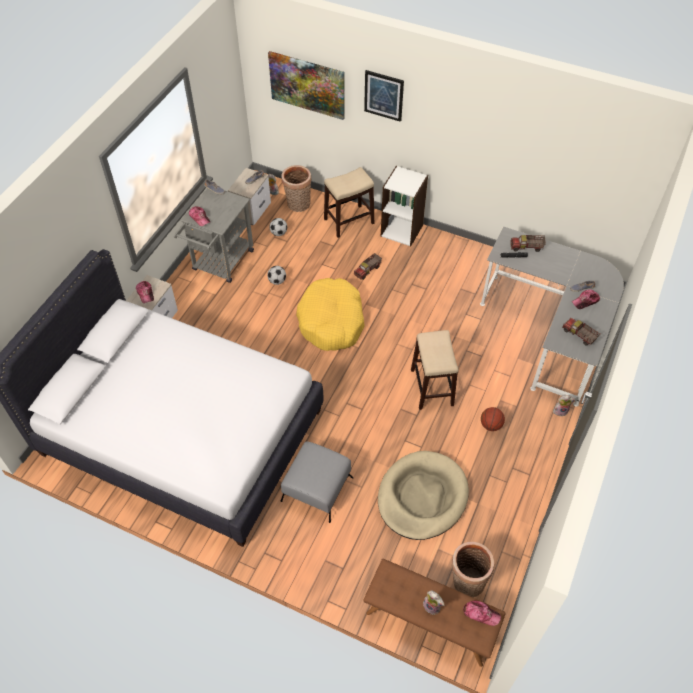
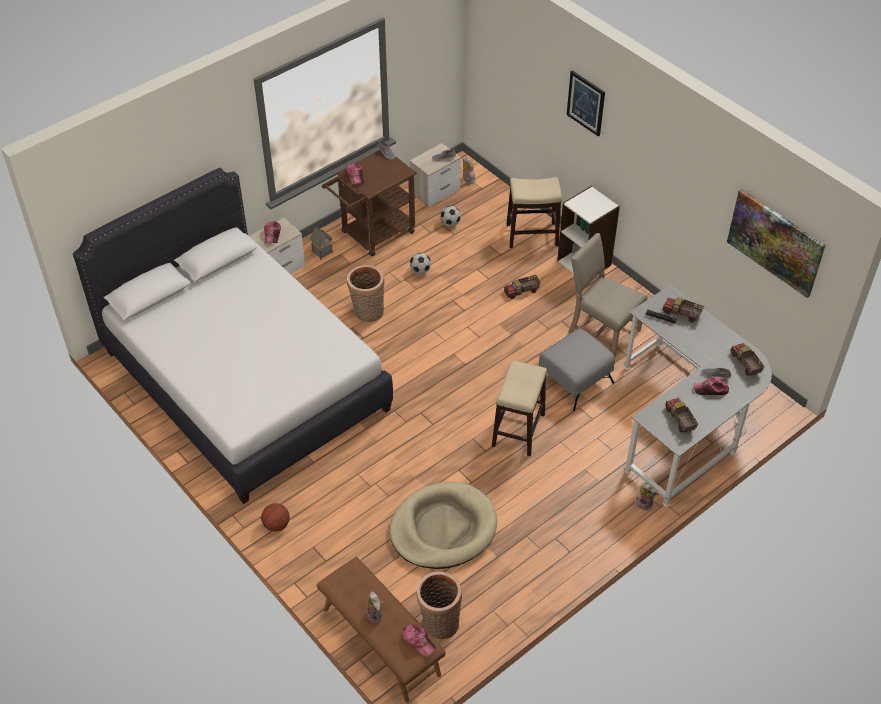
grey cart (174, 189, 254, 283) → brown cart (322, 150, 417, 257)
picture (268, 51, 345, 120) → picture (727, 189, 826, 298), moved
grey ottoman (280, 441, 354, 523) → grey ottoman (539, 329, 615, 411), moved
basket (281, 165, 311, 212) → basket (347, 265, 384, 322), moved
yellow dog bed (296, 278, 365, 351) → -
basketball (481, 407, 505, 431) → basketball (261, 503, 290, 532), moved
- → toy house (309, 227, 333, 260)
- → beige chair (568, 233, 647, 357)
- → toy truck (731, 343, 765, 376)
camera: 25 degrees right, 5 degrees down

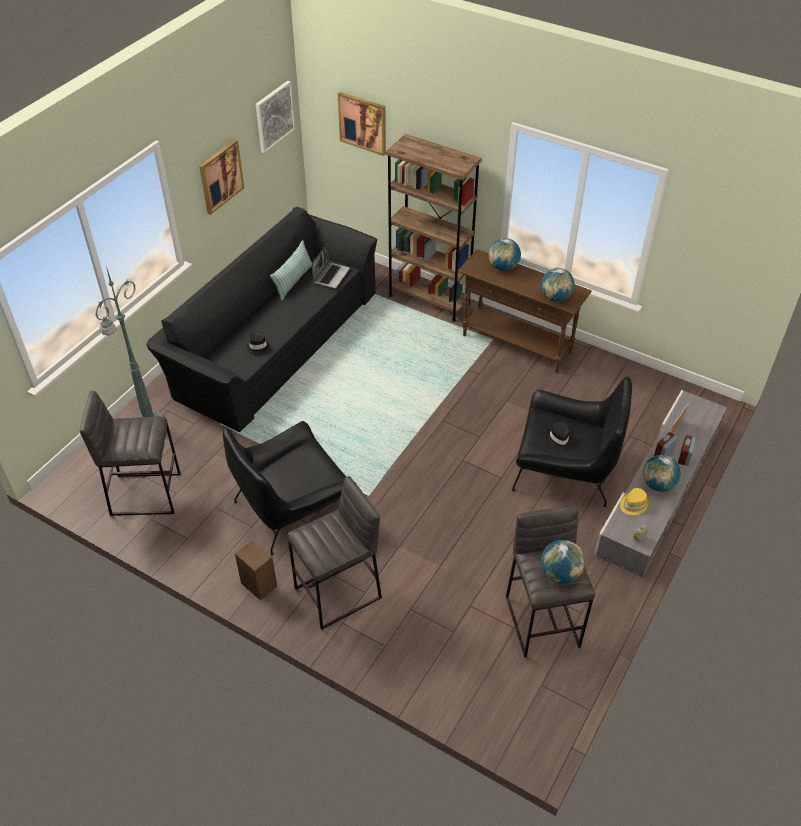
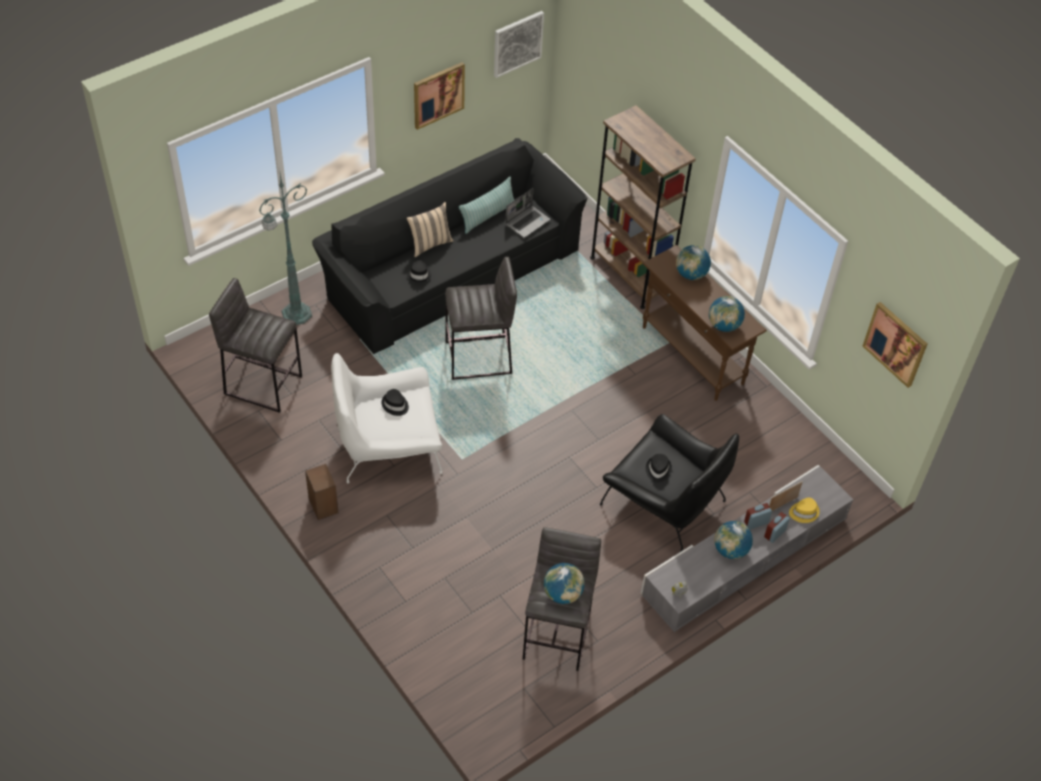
black armchair (223, 421, 357, 555) → white armchair (331, 353, 442, 483)
grey stool (288, 476, 382, 630) → grey stool (445, 257, 517, 380), moved
picture (338, 92, 386, 156) → picture (863, 302, 927, 388), moved
yellow hat (620, 488, 650, 515) → yellow hat (789, 498, 820, 523), moved
- → black hat (381, 389, 409, 416)
- → beige pillow (406, 202, 454, 257)
camera: 20 degrees right, 5 degrees up

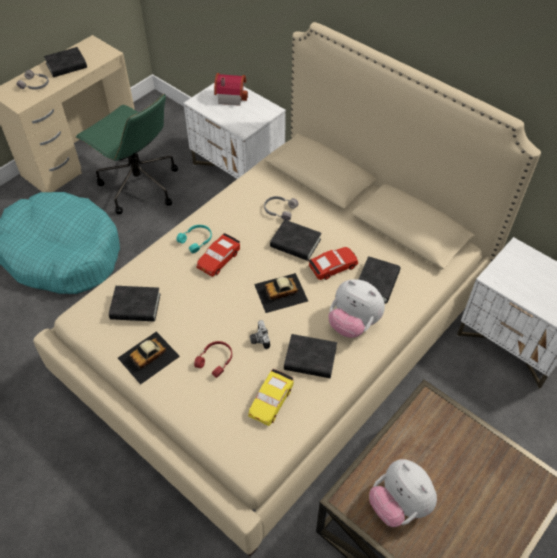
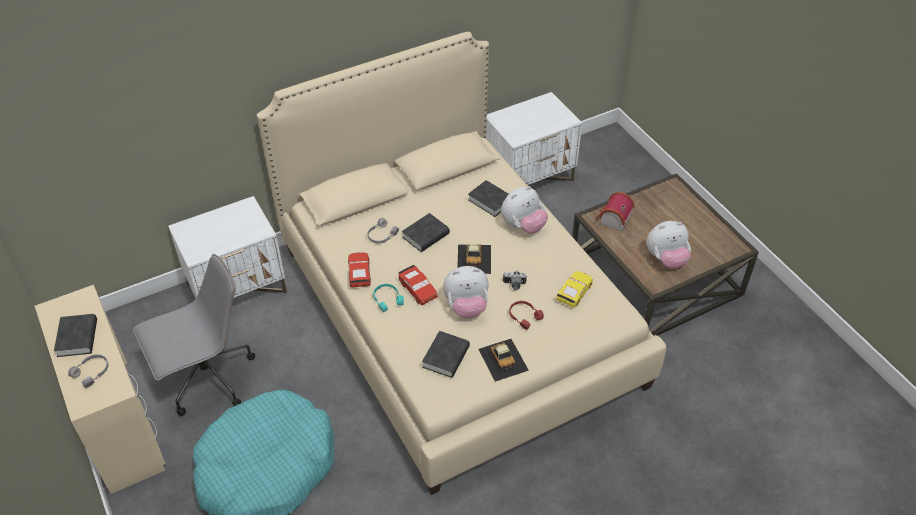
green office chair (76, 93, 178, 214) → grey office chair (133, 254, 255, 416)
toy house (214, 73, 248, 106) → toy house (596, 192, 635, 232), moved
yellow toy car (248, 369, 294, 426) → yellow toy car (556, 271, 593, 308), 105 degrees counterclockwise
black book (284, 334, 337, 378) → -
red toy car (309, 247, 358, 280) → red toy car (348, 252, 371, 288), moved
- → plush toy (443, 266, 489, 318)
camera: 70 degrees left, 5 degrees down

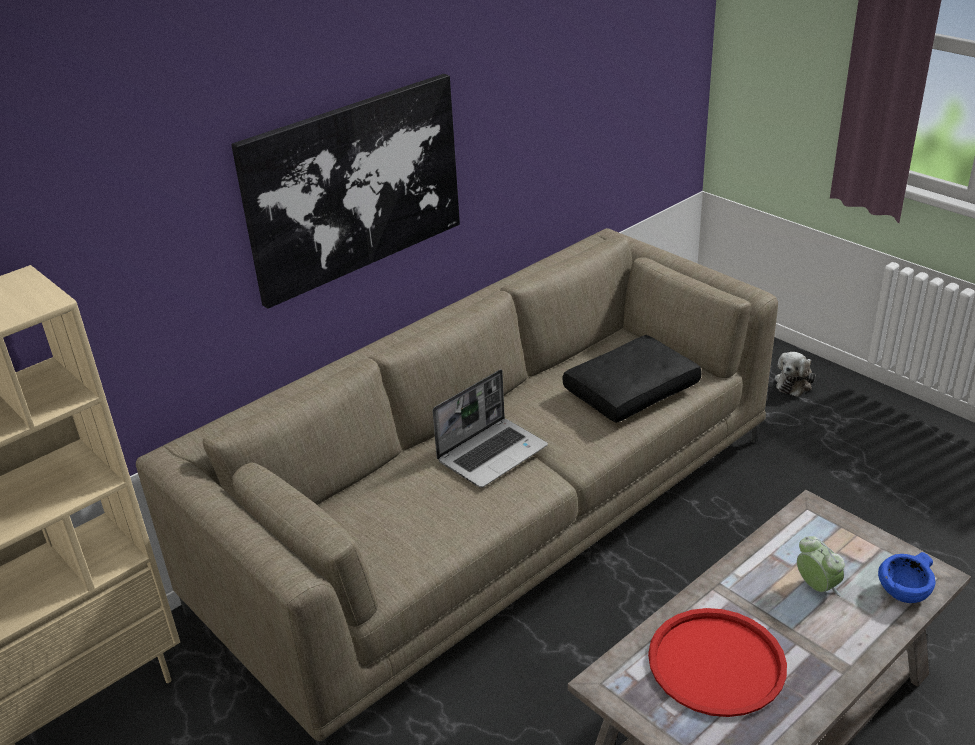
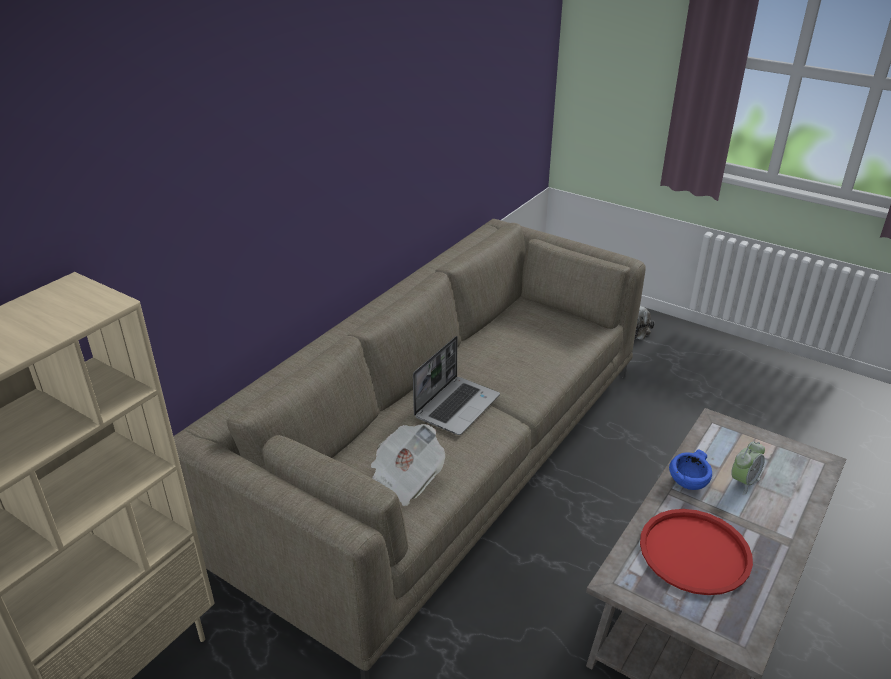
picture (231, 74, 460, 309) → -
black pillow (563, 335, 702, 423) → -
alarm clock (797, 536, 845, 596) → alarm clock (731, 441, 765, 495), 90 degrees clockwise
blue bowl (878, 552, 935, 603) → blue bowl (669, 450, 712, 490), moved
- → newspaper (371, 424, 445, 506)
camera: 15 degrees left, 0 degrees up

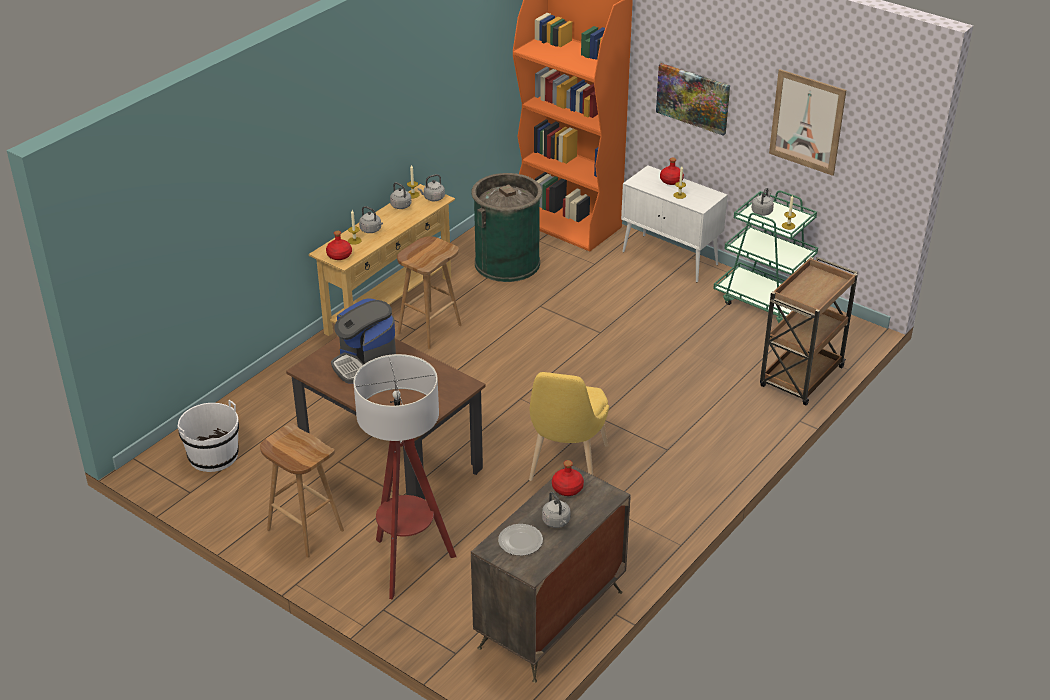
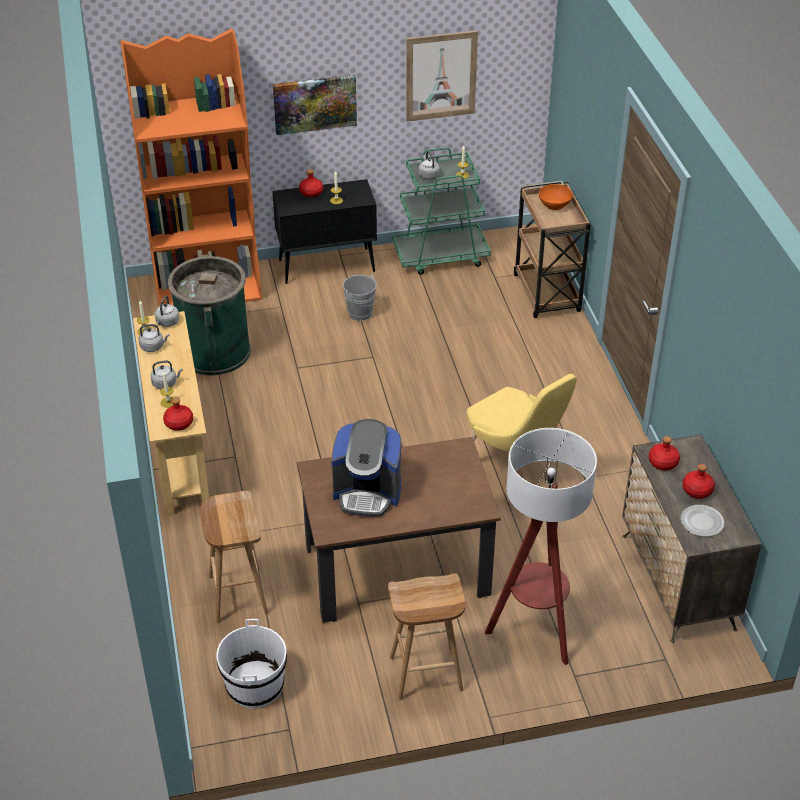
brown stool (397, 236, 462, 349) → brown stool (200, 491, 268, 623), moved
grey kettle (542, 492, 571, 528) → red bottle (682, 464, 715, 499)
white cabinet (621, 165, 728, 282) → black cabinet (272, 179, 377, 284)
- → grey bucket (343, 274, 382, 321)
- → orange bowl (539, 184, 573, 210)
camera: 50 degrees left, 5 degrees up

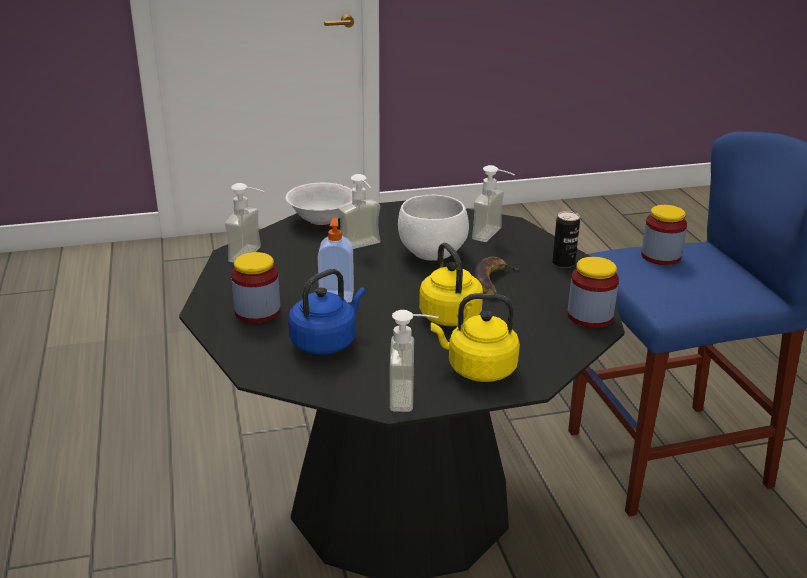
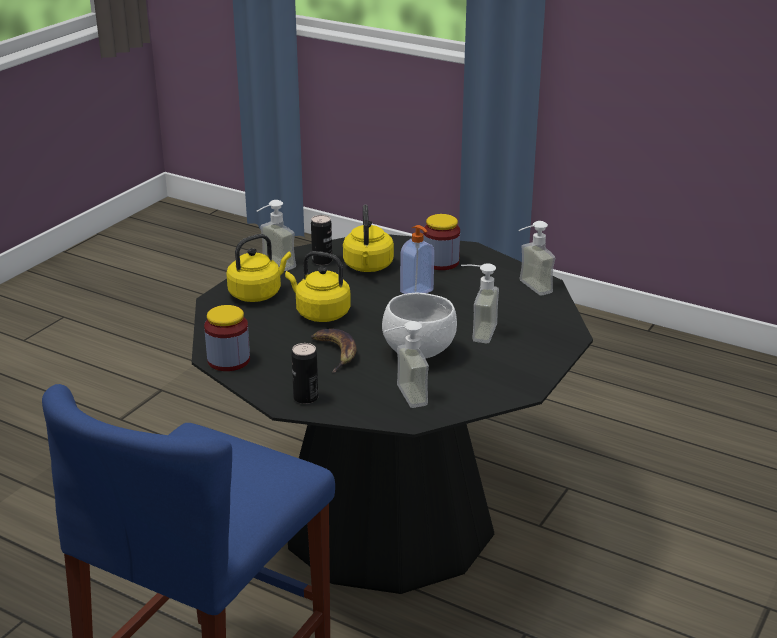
white bowl (286, 183, 352, 225) → -
blue kettle (288, 269, 365, 355) → yellow kettle (343, 205, 394, 272)
jar (641, 205, 687, 265) → -
- → can (311, 215, 332, 265)
camera: 135 degrees right, 0 degrees up

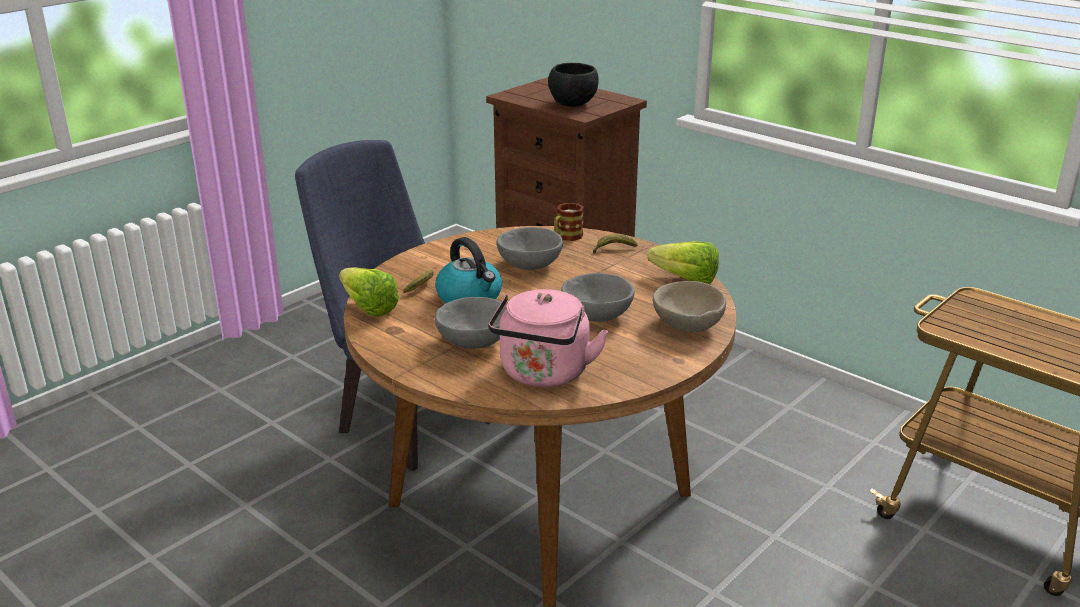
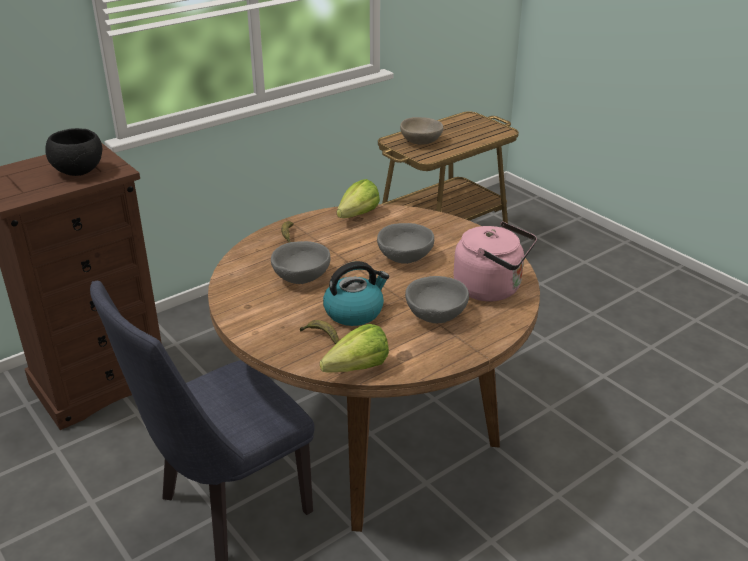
mug (554, 203, 584, 241) → -
beige bowl (653, 281, 726, 332) → beige bowl (400, 117, 443, 145), moved
camera: 80 degrees left, 5 degrees up

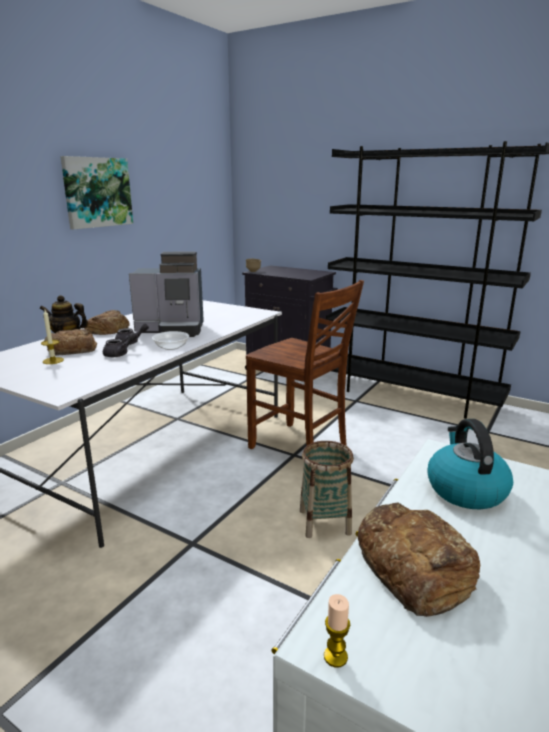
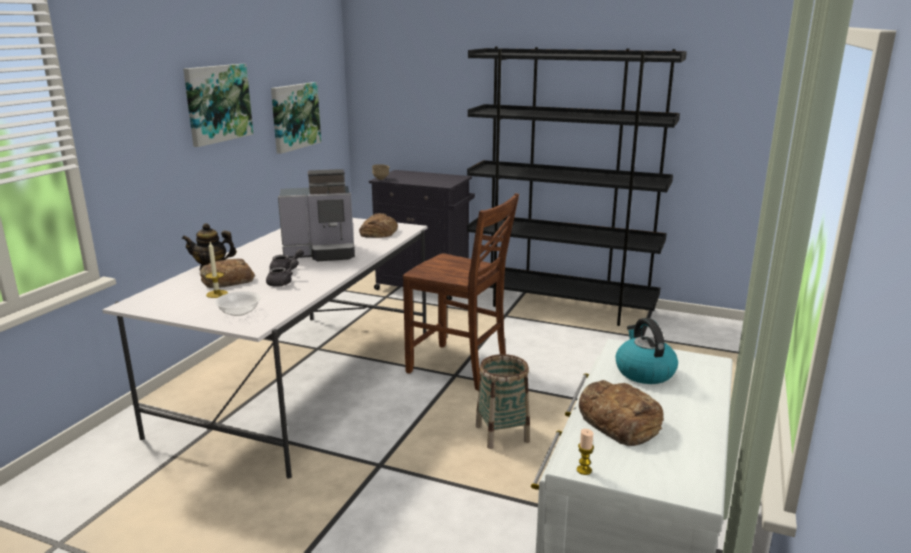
bread (84, 310, 130, 335) → bread (359, 213, 398, 238), moved
bowl (152, 331, 189, 350) → bowl (215, 291, 261, 316), moved
- → picture (271, 82, 321, 154)
camera: 10 degrees left, 0 degrees up

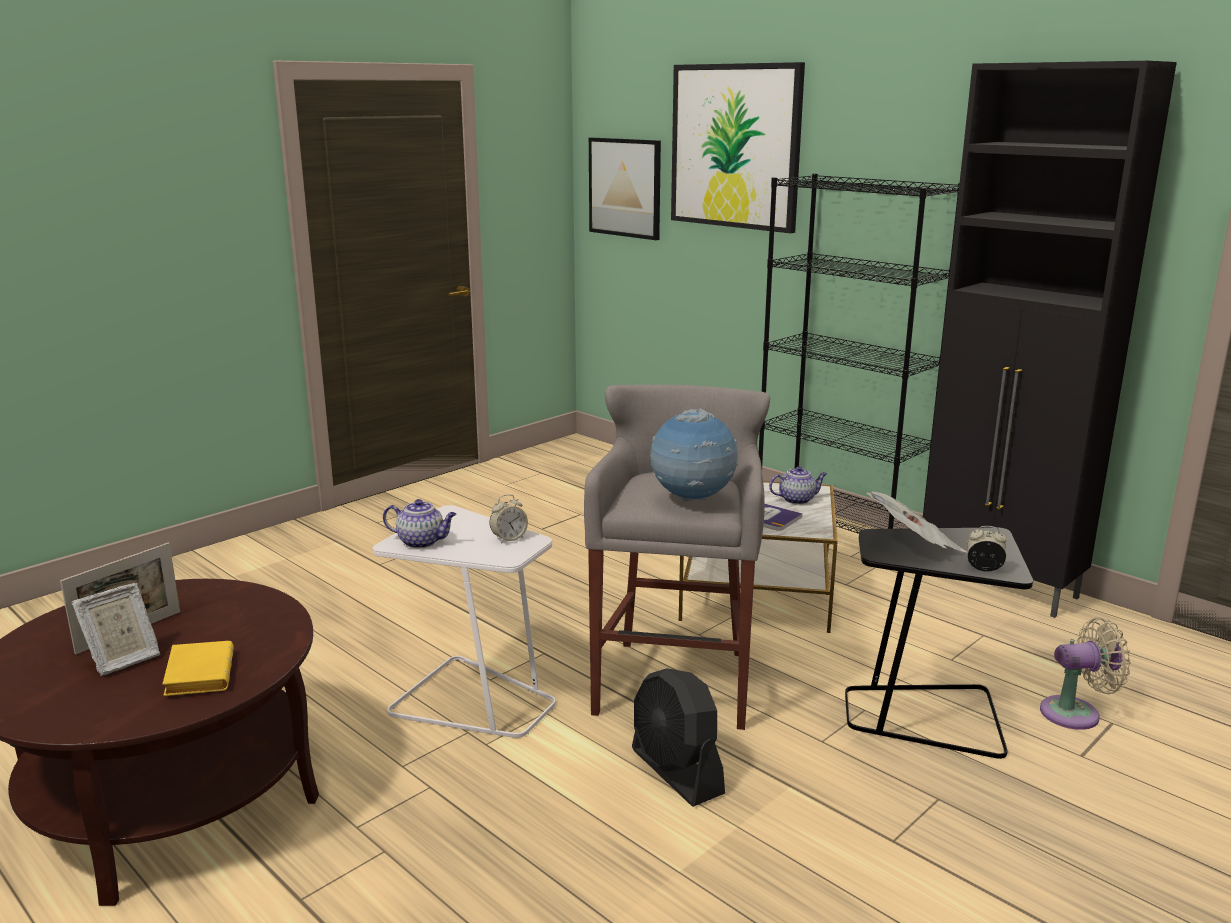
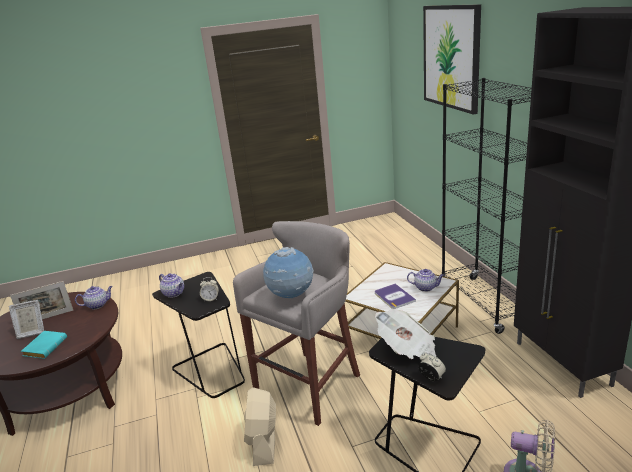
yellow book (162, 641, 234, 696) → turquoise book (21, 331, 67, 359)
white side table (372, 505, 556, 738) → black side table (152, 272, 245, 398)
picture (589, 138, 661, 240) → -
black fan (632, 668, 725, 807) → beige fan (244, 387, 276, 466)
- → teapot (75, 286, 113, 309)
camera: 30 degrees right, 5 degrees up

